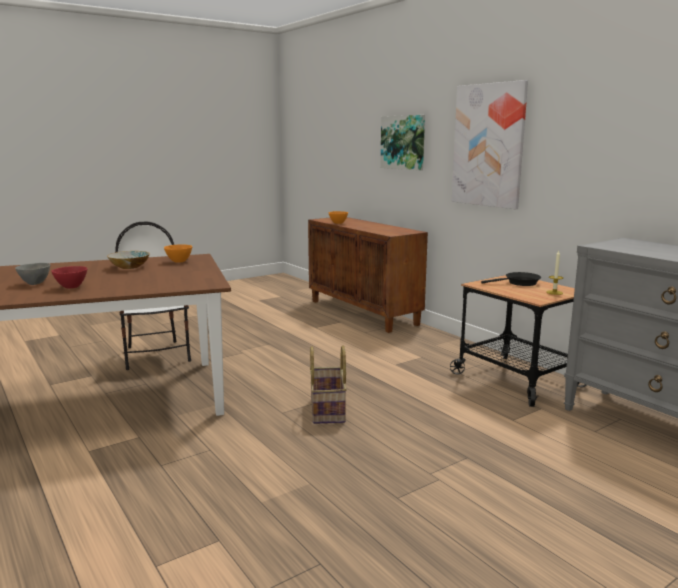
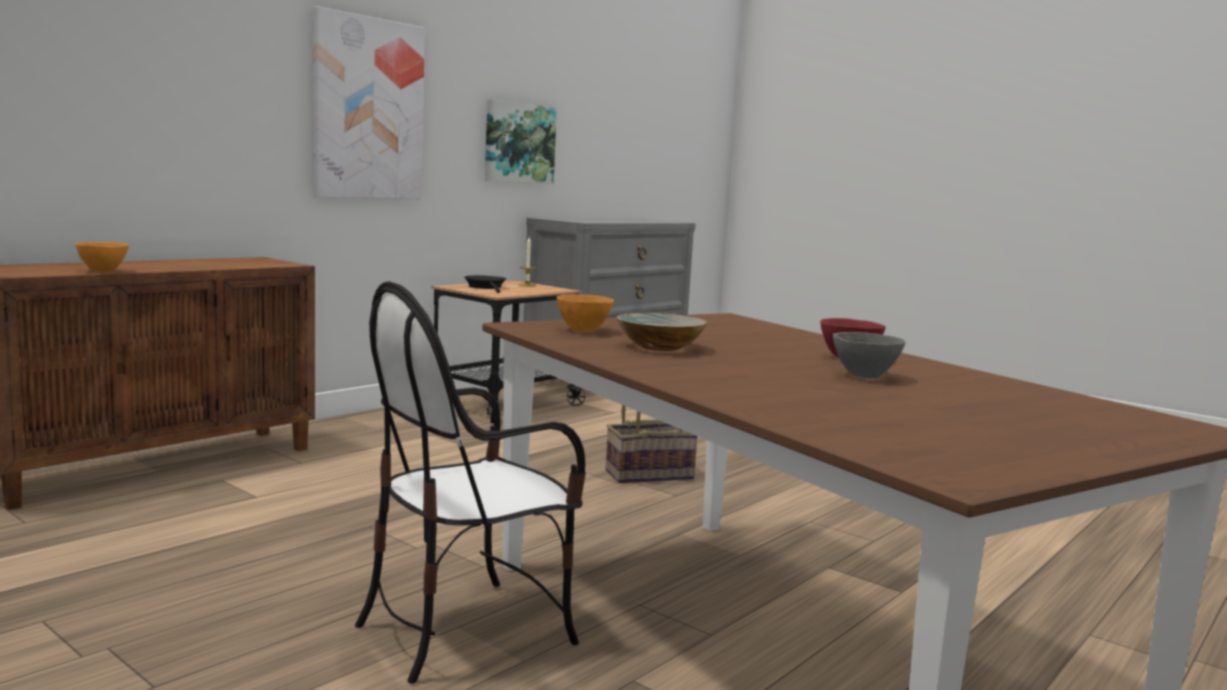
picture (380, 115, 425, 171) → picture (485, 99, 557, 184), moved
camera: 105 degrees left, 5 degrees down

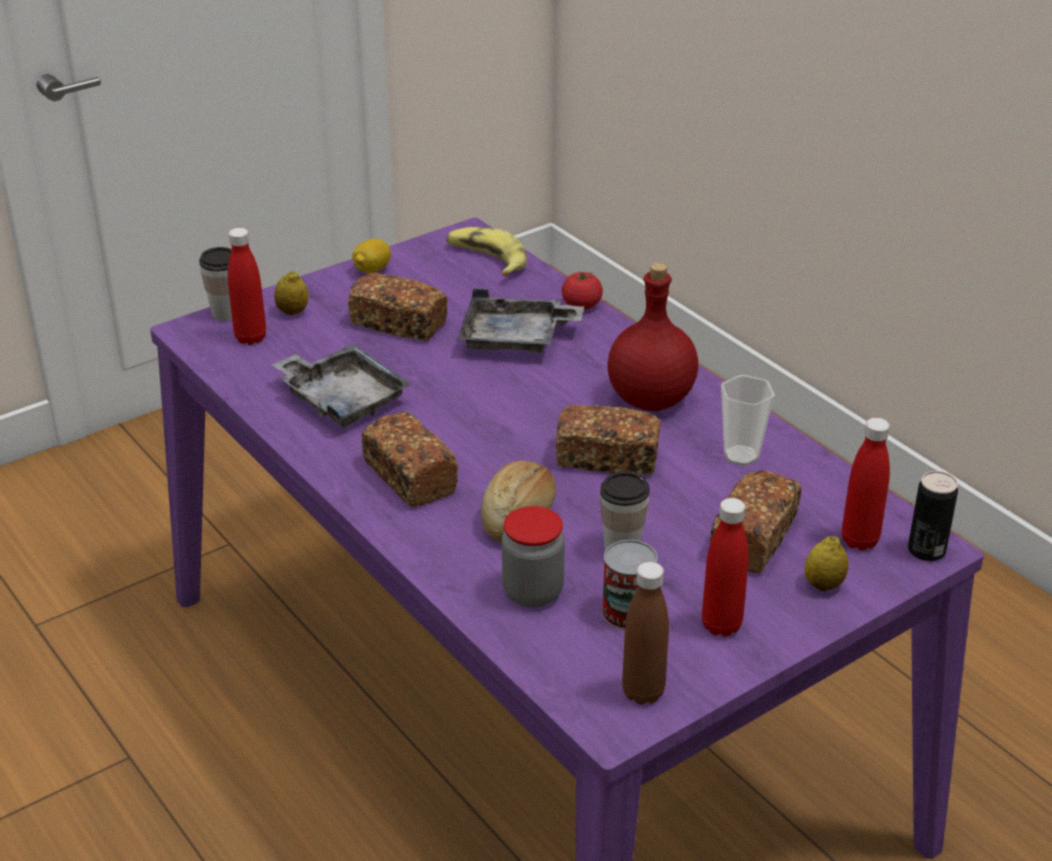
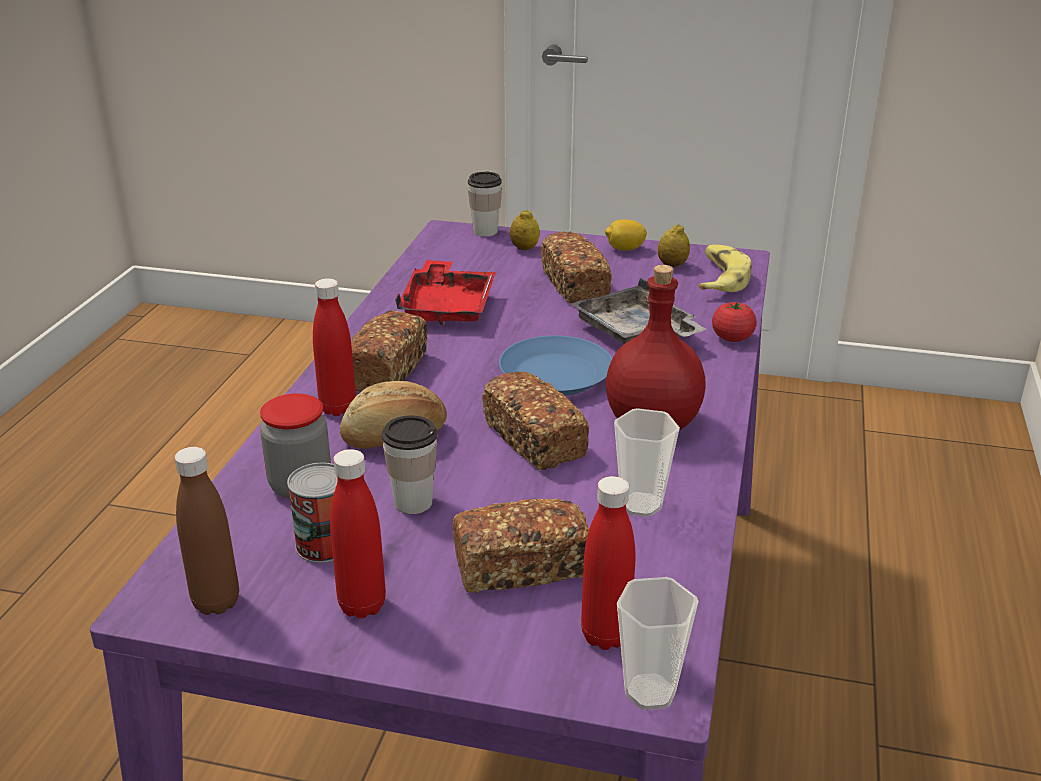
red bottle (228, 228, 266, 345) → red bottle (313, 278, 356, 416), moved
grey tray (271, 344, 411, 427) → red tray (395, 260, 496, 325)
lemon (805, 536, 849, 591) → lemon (657, 224, 690, 267), moved
can (908, 471, 958, 561) → cup (617, 577, 699, 710)
- → blue plate (499, 335, 612, 396)
camera: 50 degrees right, 5 degrees down

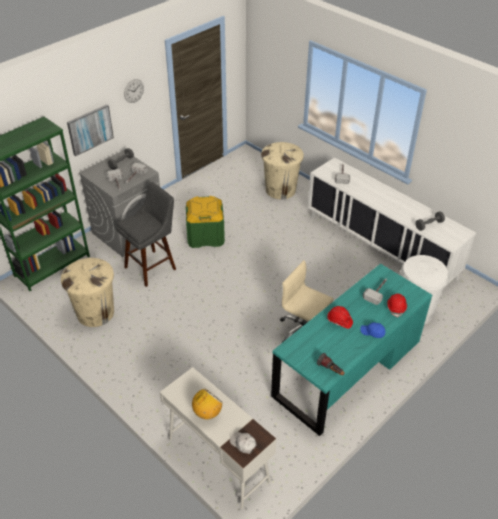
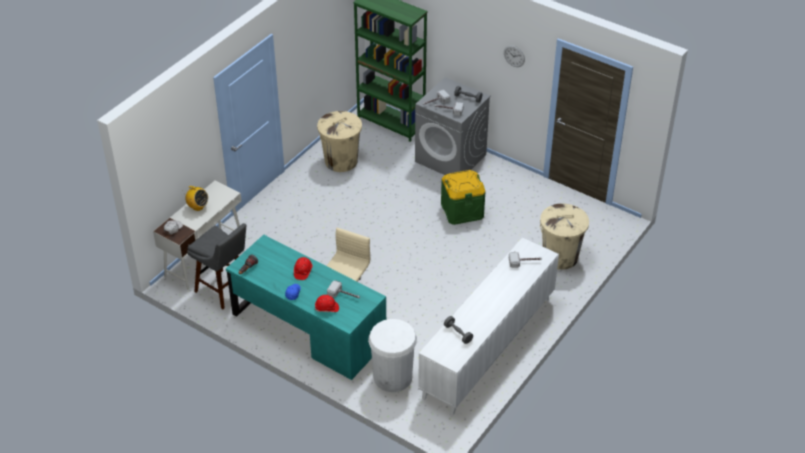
picture (67, 104, 114, 156) → -
grey stool (116, 182, 176, 287) → grey stool (187, 223, 246, 309), moved
camera: 80 degrees right, 0 degrees up

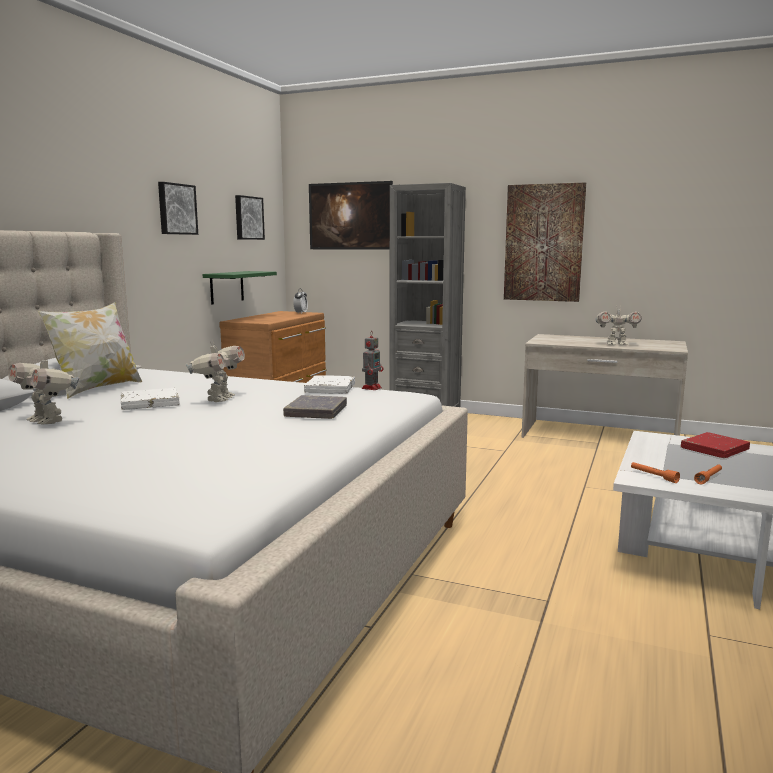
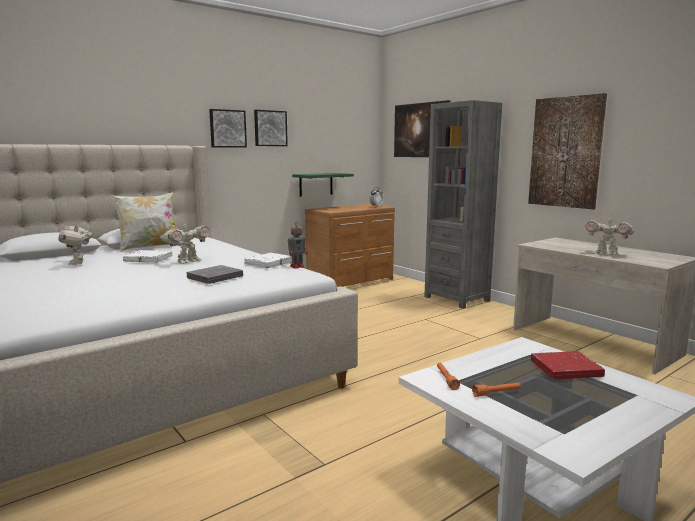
picture (235, 195, 265, 240) → picture (209, 109, 247, 148), moved
camera: 30 degrees right, 0 degrees up

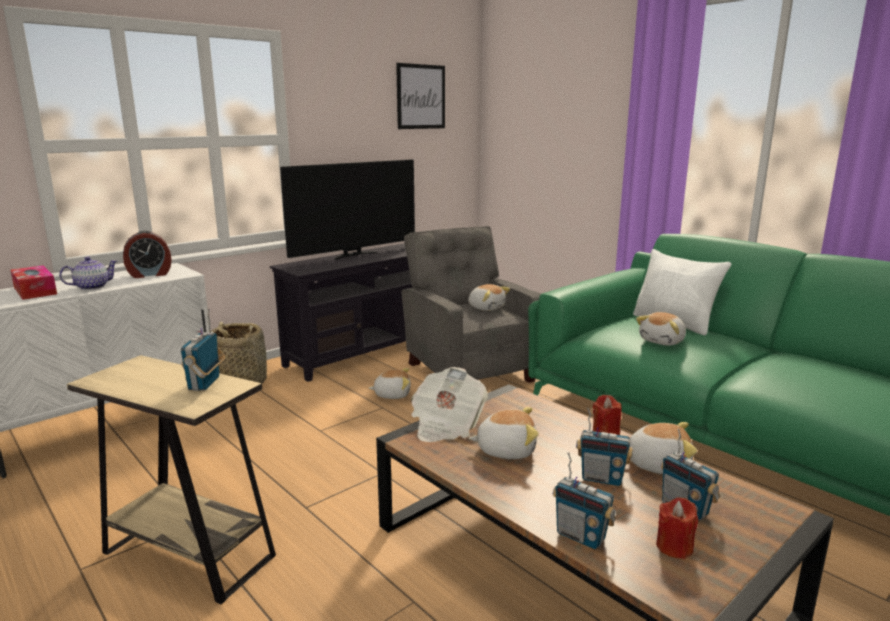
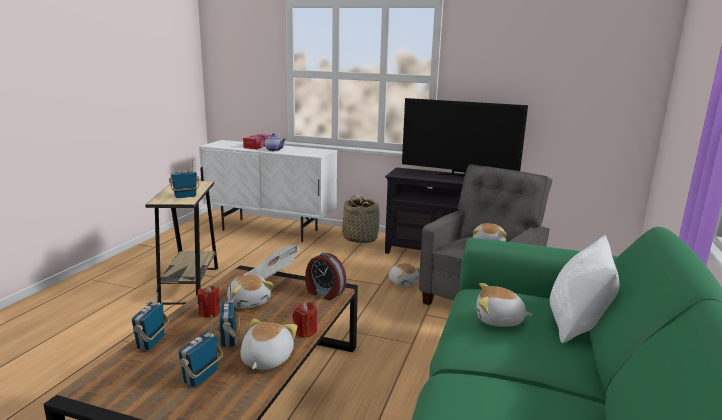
alarm clock (123, 231, 172, 278) → alarm clock (305, 253, 346, 300), moved
picture (396, 63, 445, 129) → -
plush toy (630, 422, 697, 474) → plush toy (240, 319, 297, 370), 150 degrees counterclockwise
red candle (656, 497, 698, 559) → red candle (198, 285, 220, 318), moved
camera: 60 degrees right, 0 degrees up

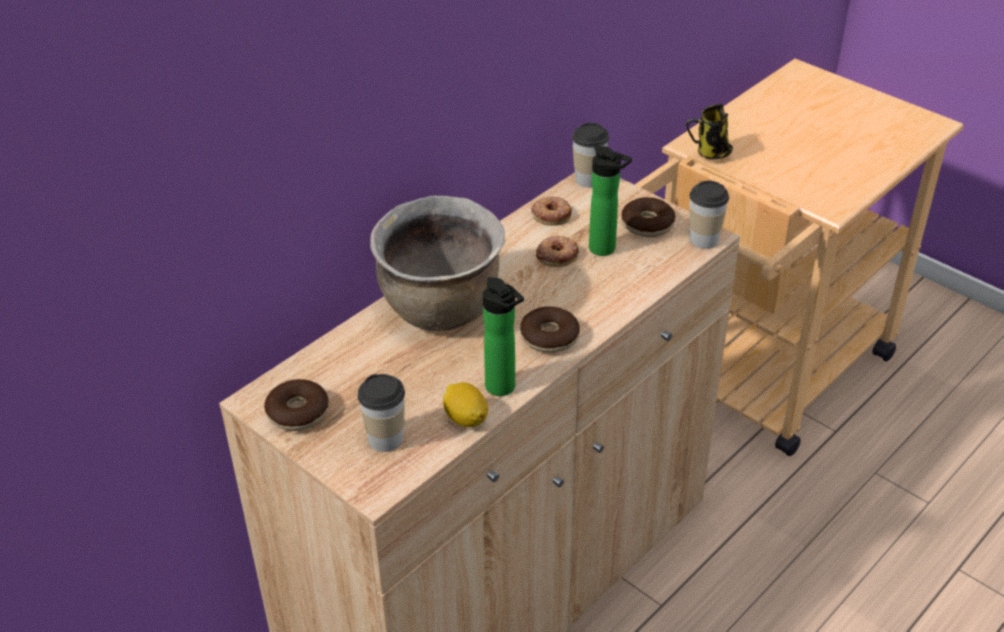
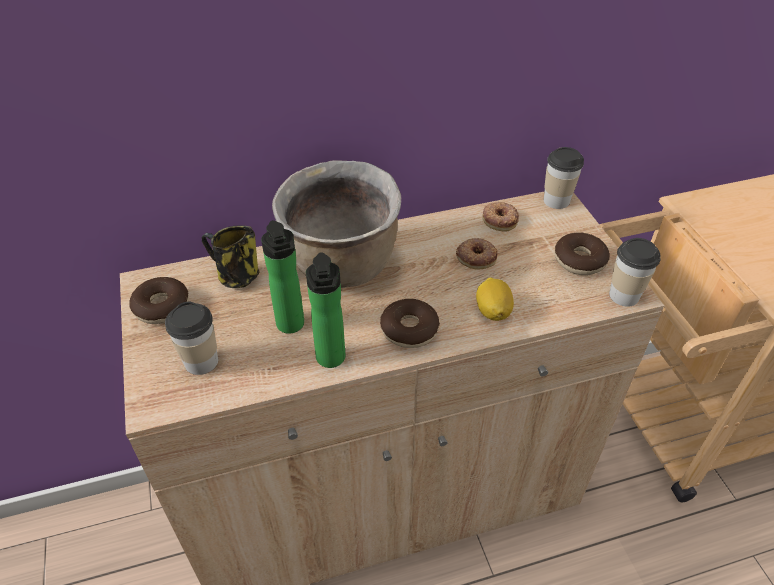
lemon (443, 382, 488, 427) → lemon (476, 277, 514, 321), moved
bottle (589, 146, 632, 256) → bottle (261, 220, 304, 334), moved
mug (686, 104, 733, 160) → mug (201, 225, 260, 288), moved
camera: 30 degrees right, 5 degrees up

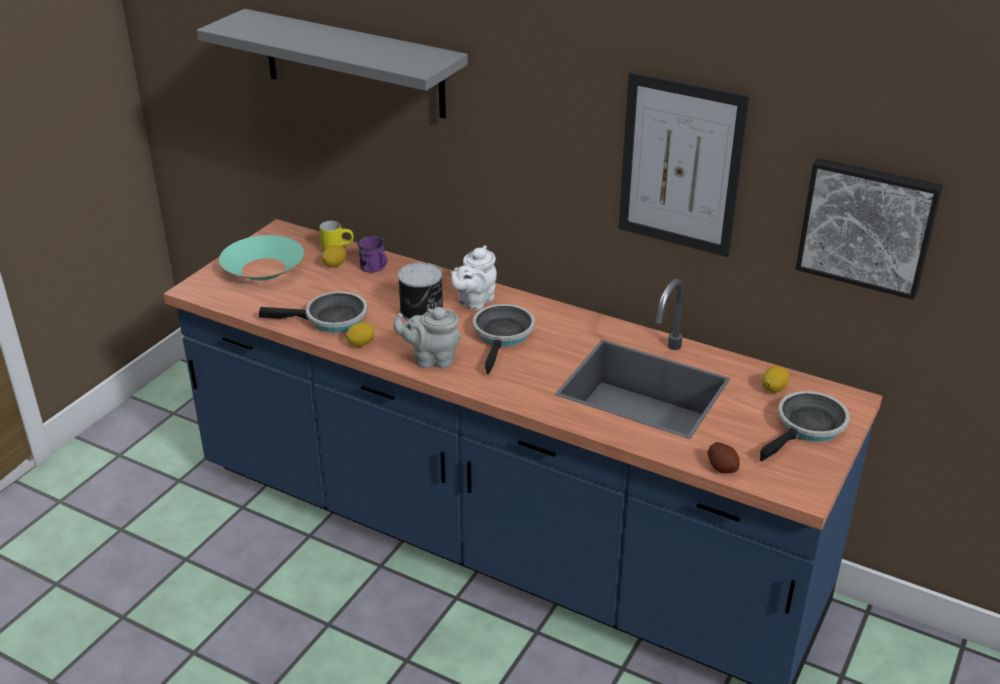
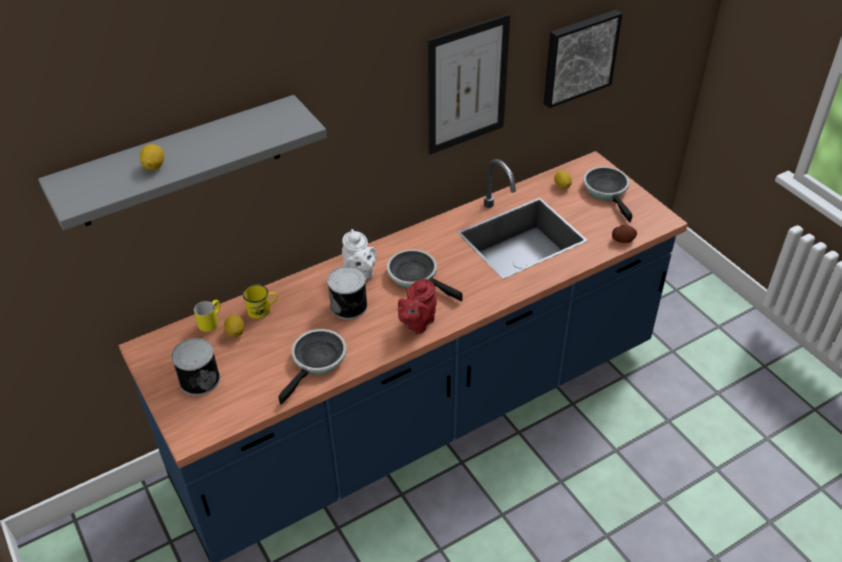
turquoise bowl (219, 235, 304, 280) → can (171, 338, 220, 396)
lemon (346, 322, 374, 347) → lemon (140, 144, 164, 170), moved
purple mug (357, 236, 388, 273) → yellow mug (243, 285, 278, 319)
grey teapot (393, 307, 461, 368) → red teapot (398, 278, 437, 334)
camera: 60 degrees left, 10 degrees up

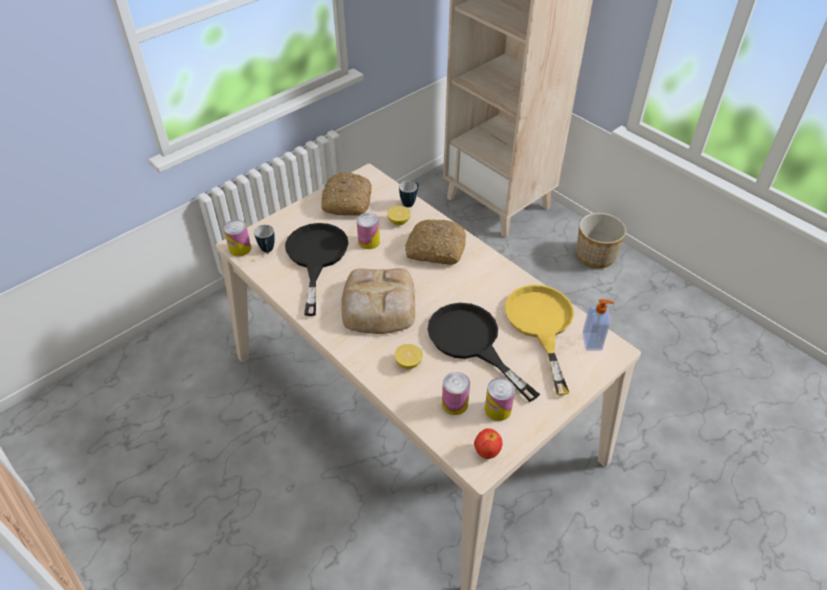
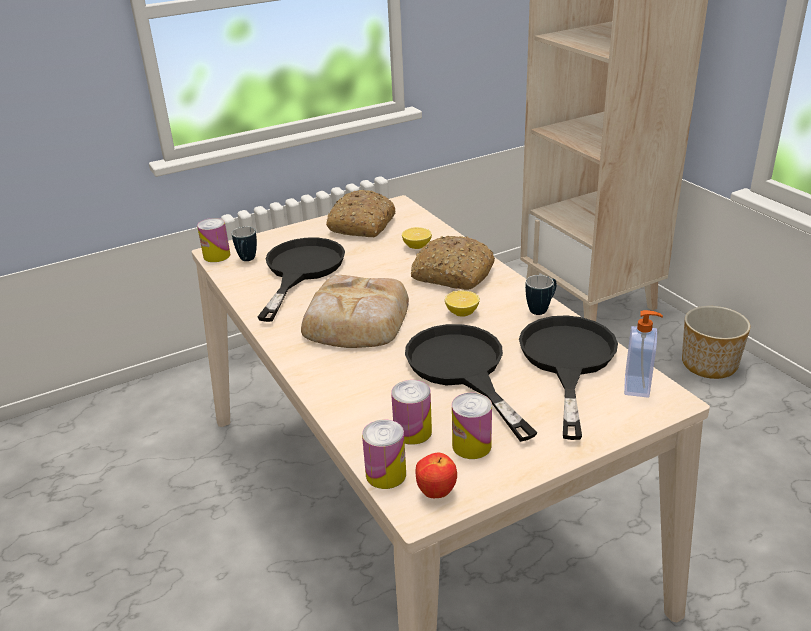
can (357, 213, 380, 249) → can (362, 420, 406, 489), moved
lemon (394, 344, 423, 369) → lemon (445, 290, 480, 316), moved
mug (399, 181, 419, 207) → mug (525, 275, 557, 315), moved
yellow frying pan (505, 285, 574, 395) → black frying pan (519, 315, 618, 440)
camera: 15 degrees right, 15 degrees down

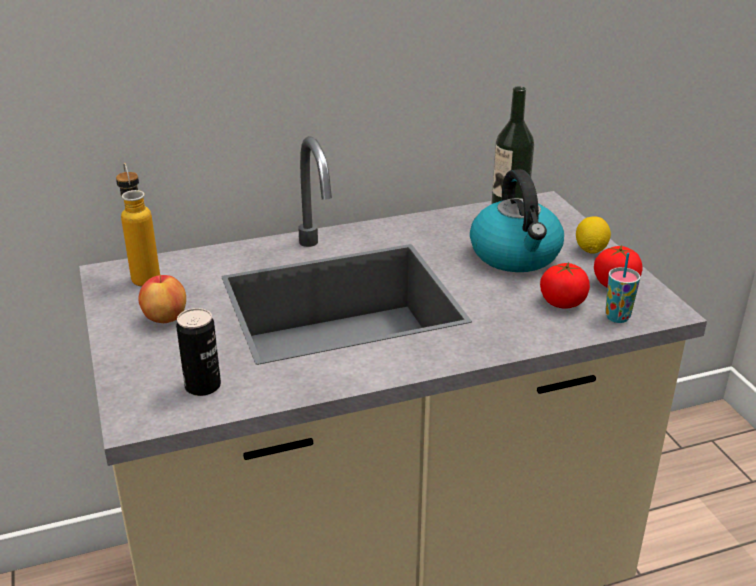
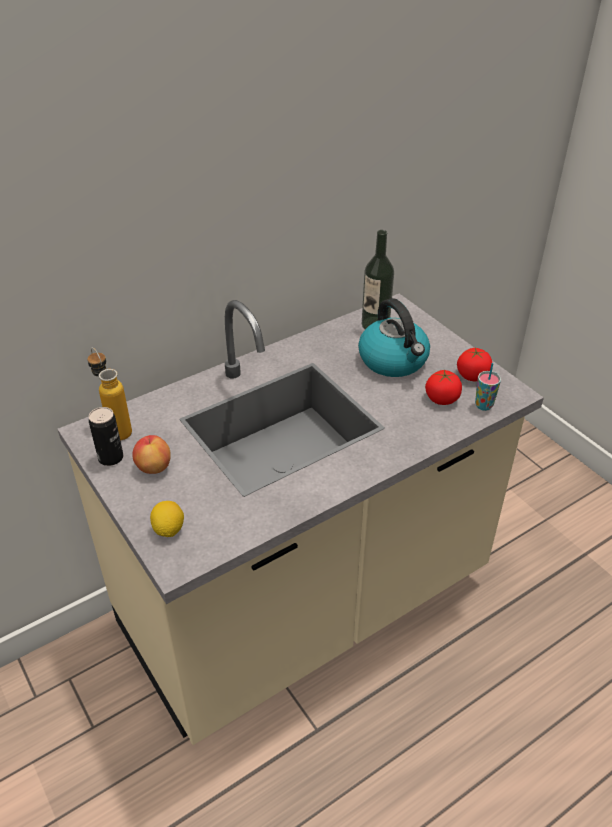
can (176, 308, 221, 396) → can (89, 407, 123, 466), moved
lemon (576, 216, 611, 254) → lemon (150, 501, 184, 537), moved
camera: 15 degrees left, 10 degrees up

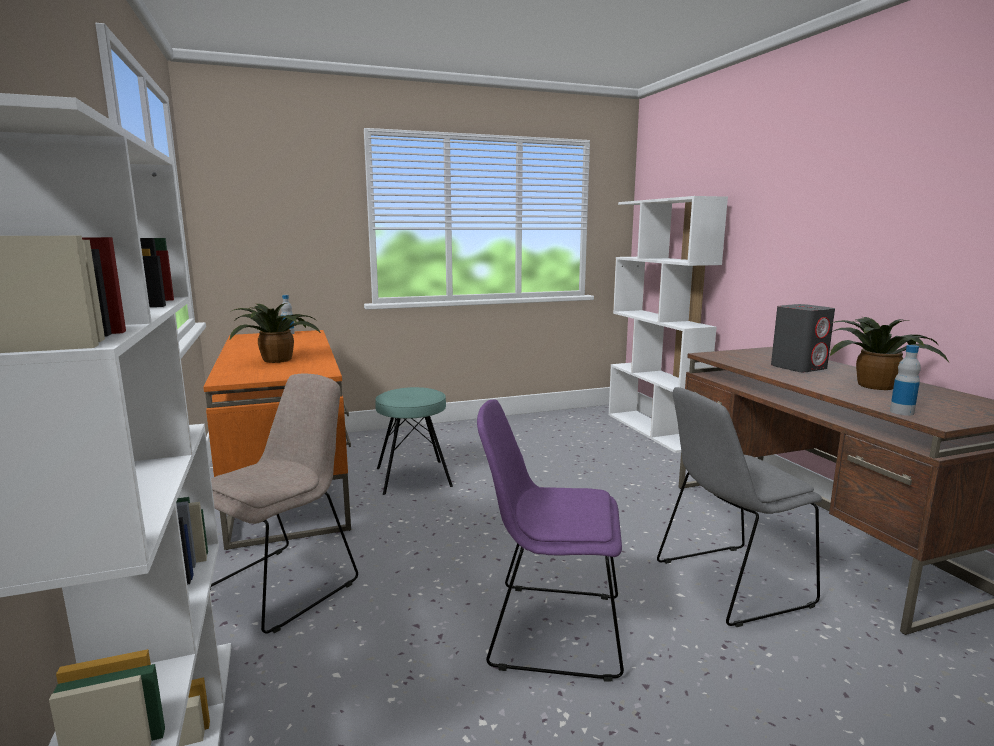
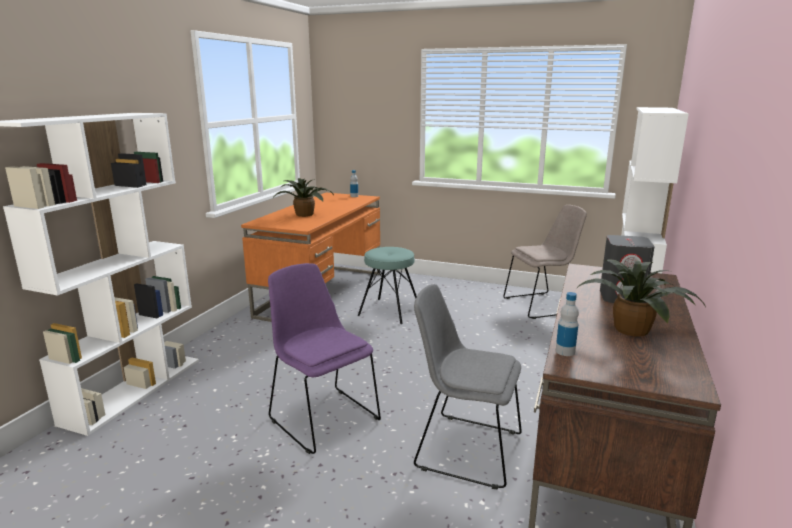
beige chair (210, 373, 358, 633) → beige chair (503, 205, 587, 319), moved
camera: 40 degrees right, 5 degrees up

